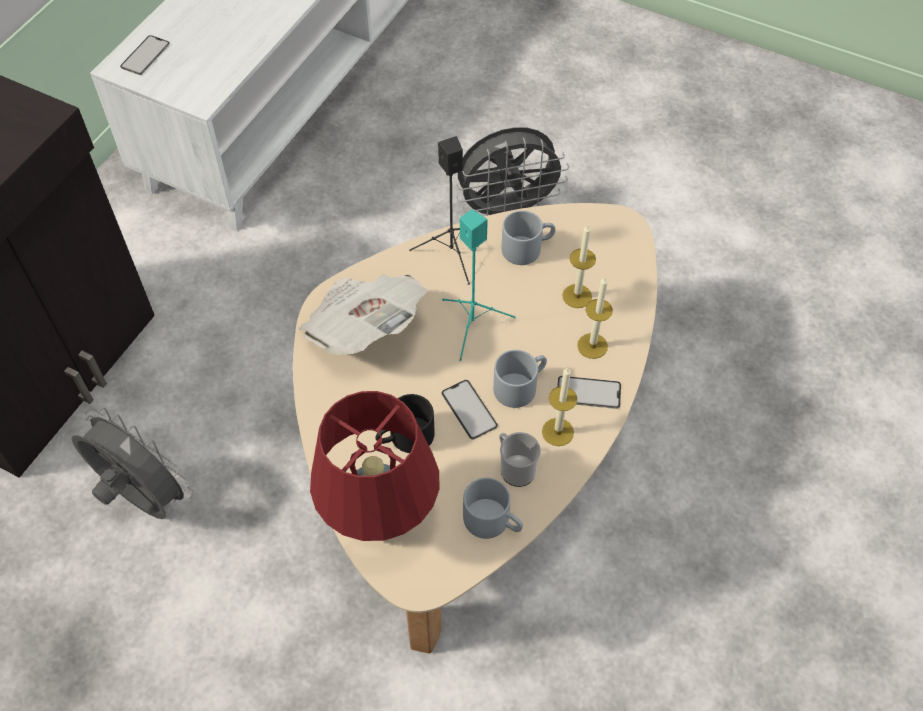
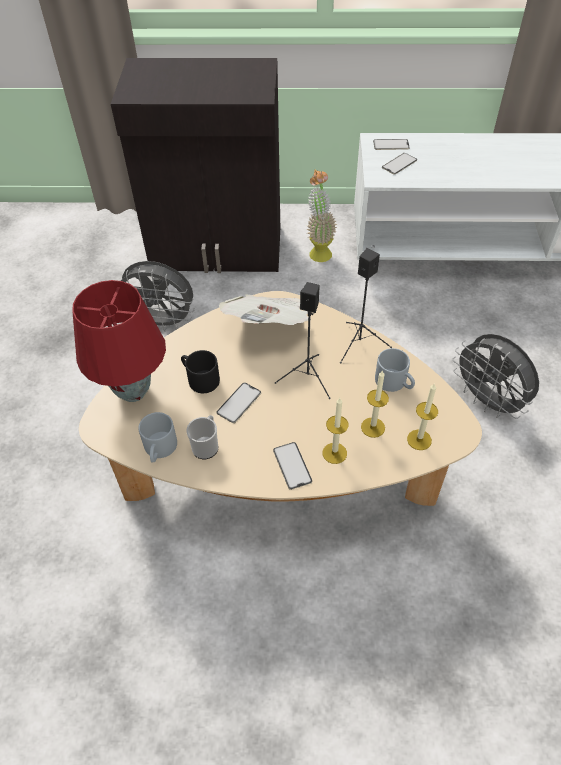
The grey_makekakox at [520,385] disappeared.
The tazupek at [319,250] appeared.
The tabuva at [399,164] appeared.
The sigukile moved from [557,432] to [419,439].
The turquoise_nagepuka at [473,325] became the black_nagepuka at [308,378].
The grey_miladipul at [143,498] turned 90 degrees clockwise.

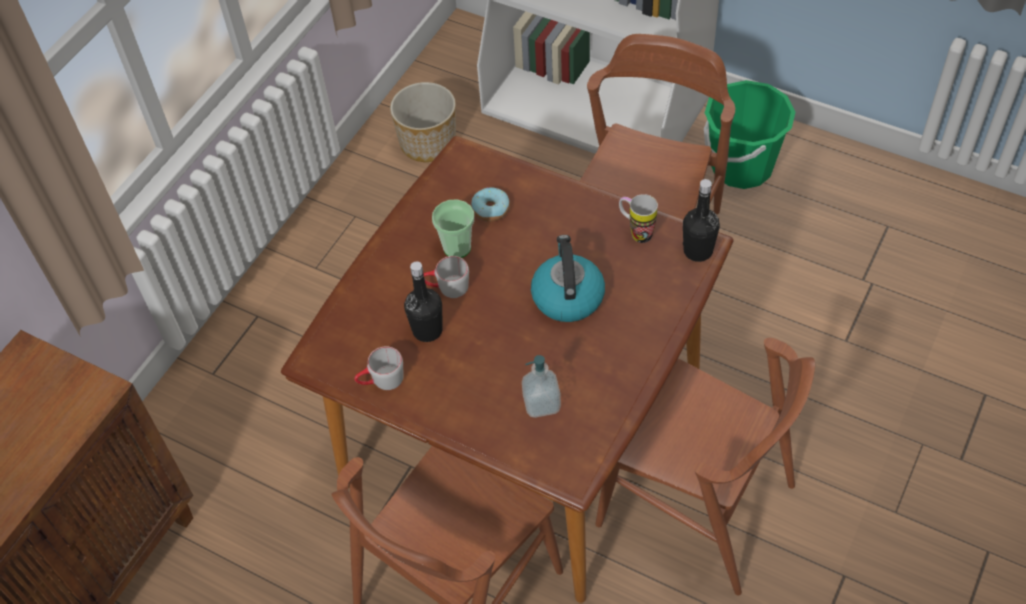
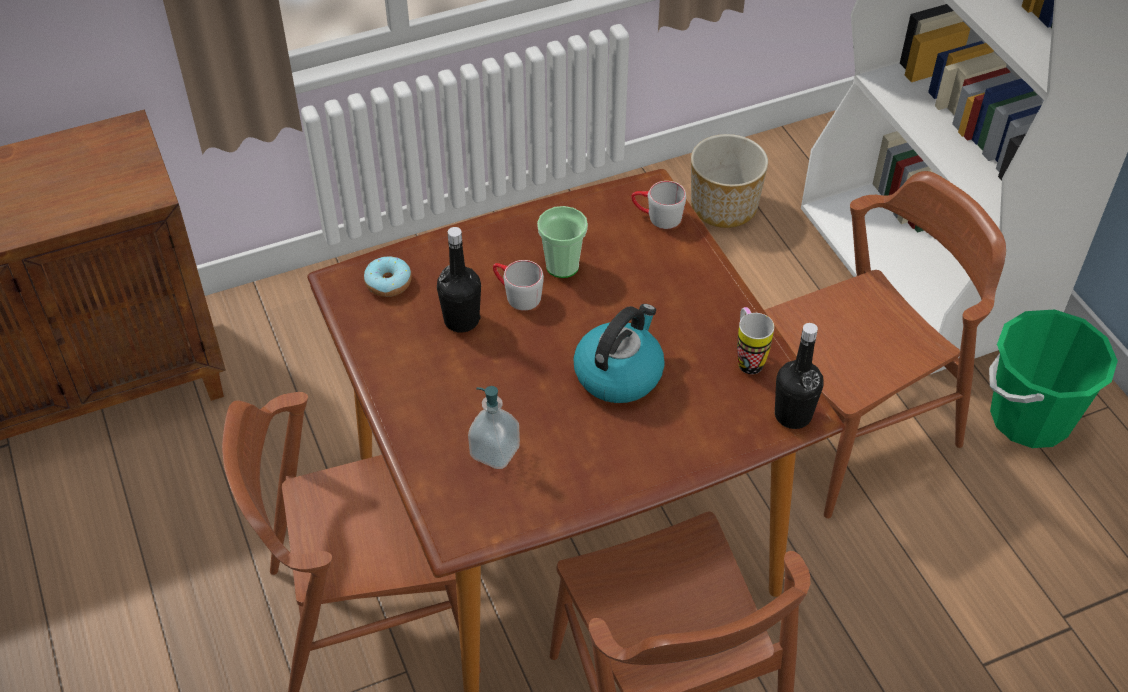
The grey_makekakox moved from [381,381] to [657,217].
The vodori moved from [491,209] to [388,283].

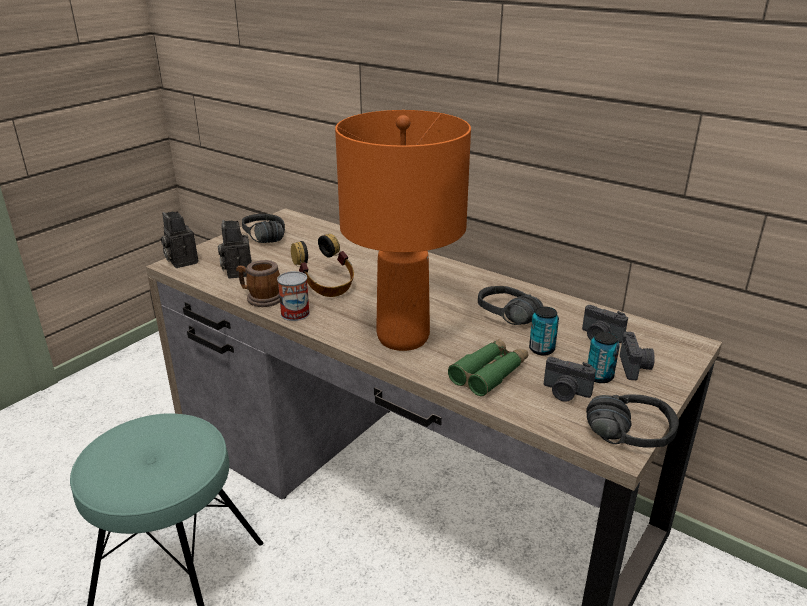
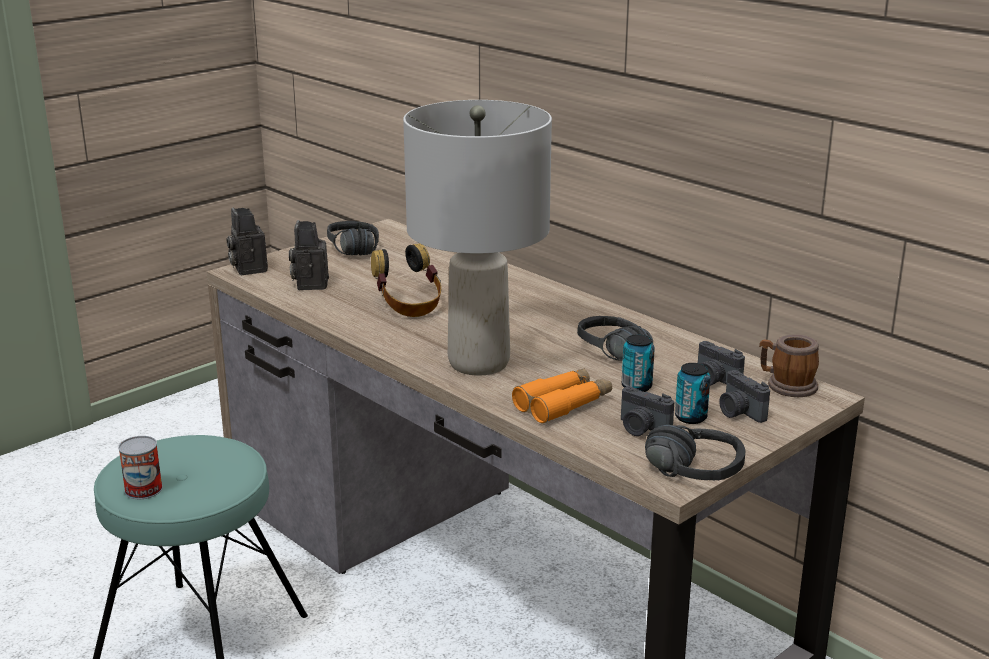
The makekakox moved from [261,298] to [786,386].
The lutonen moved from [295,313] to [143,489].
The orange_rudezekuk at [404,337] became the grey_rudezekuk at [480,363].
The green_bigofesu at [489,373] became the orange_bigofesu at [563,404].
The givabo at [635,367] turned 135 degrees clockwise.

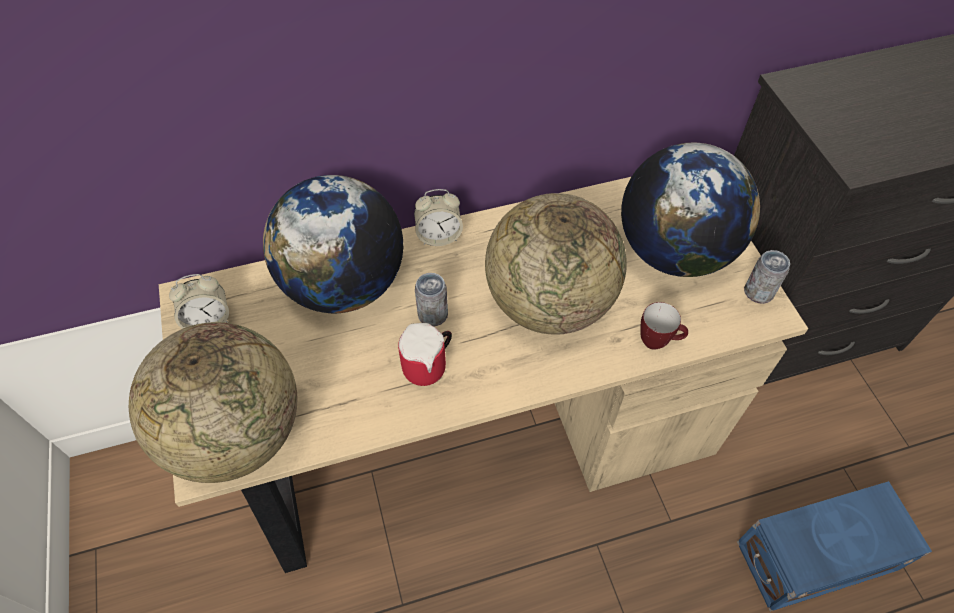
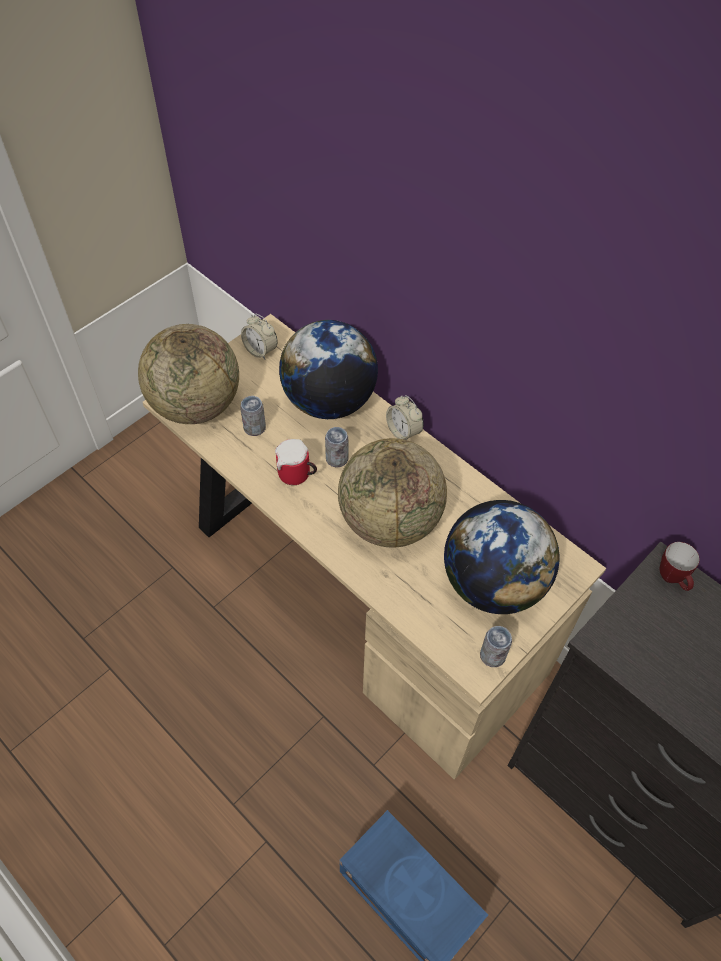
The lutonen at [254,428] appeared.
The makekakox moved from [658,342] to [672,579].

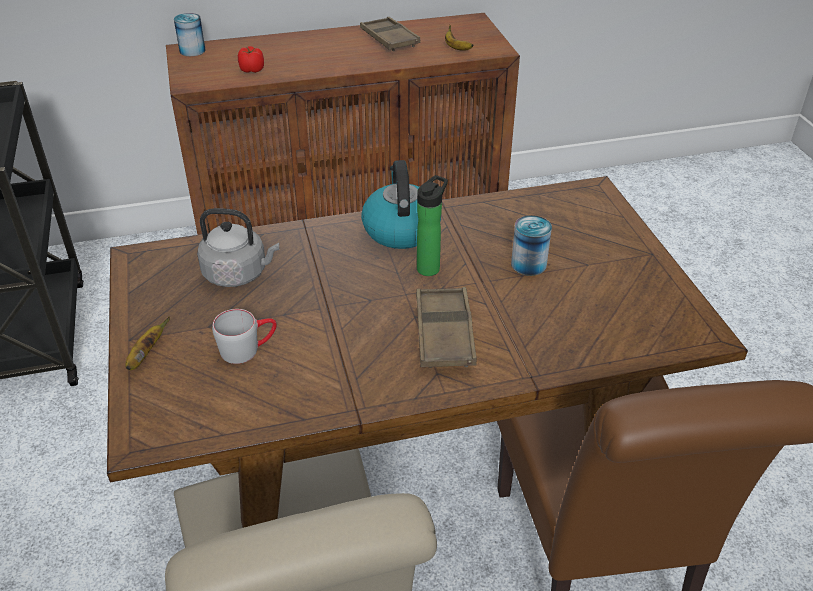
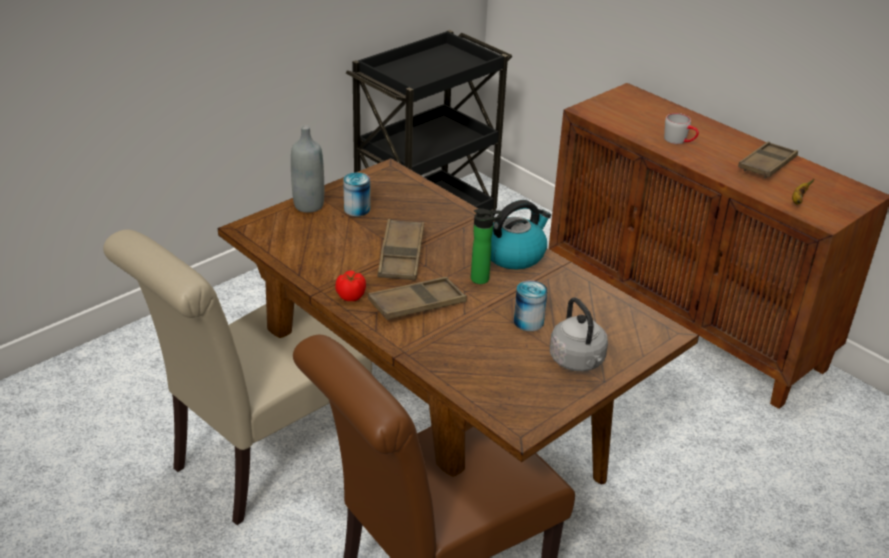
The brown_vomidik at [401,255] appeared.
The lutonen moved from [192,50] to [357,209].
The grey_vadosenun moved from [238,274] to [578,362].
The grey_makekakox moved from [248,348] to [680,141].
The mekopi moved from [252,69] to [351,296].
The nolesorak at [145,355] was replaced by the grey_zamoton at [308,205].

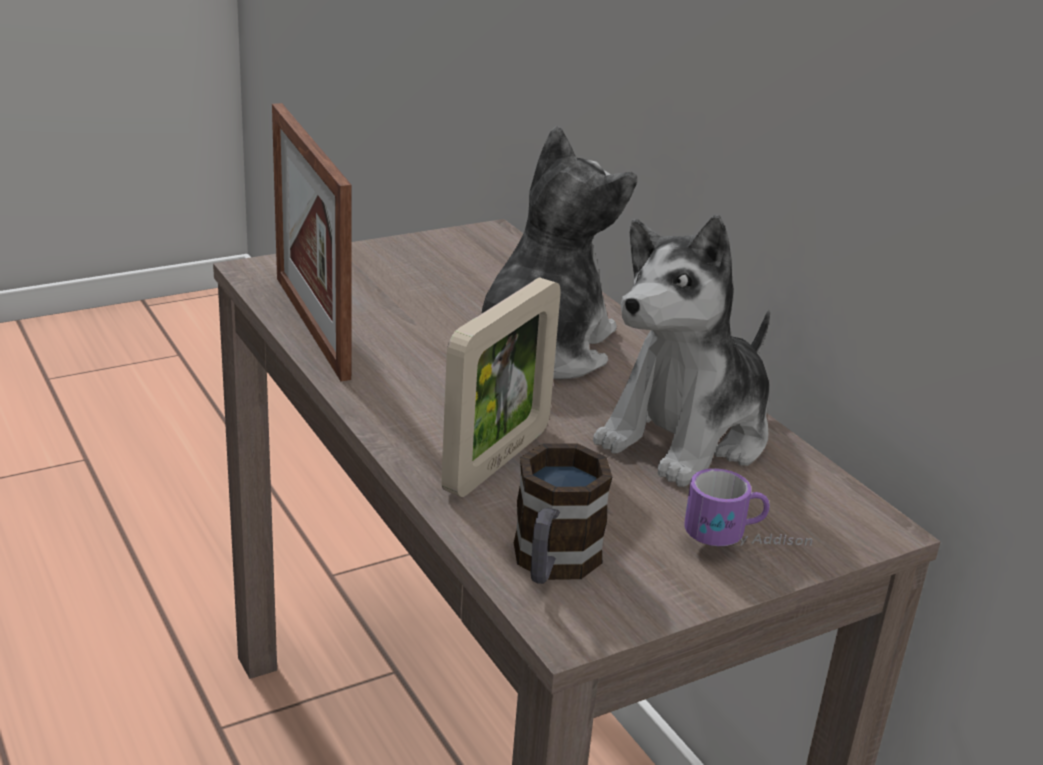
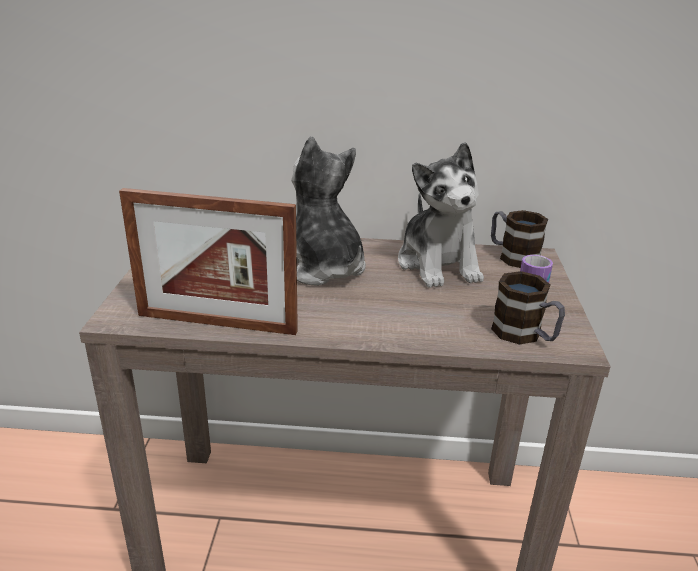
The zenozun at [497,460] disappeared.
The makekakox at [512,256] appeared.

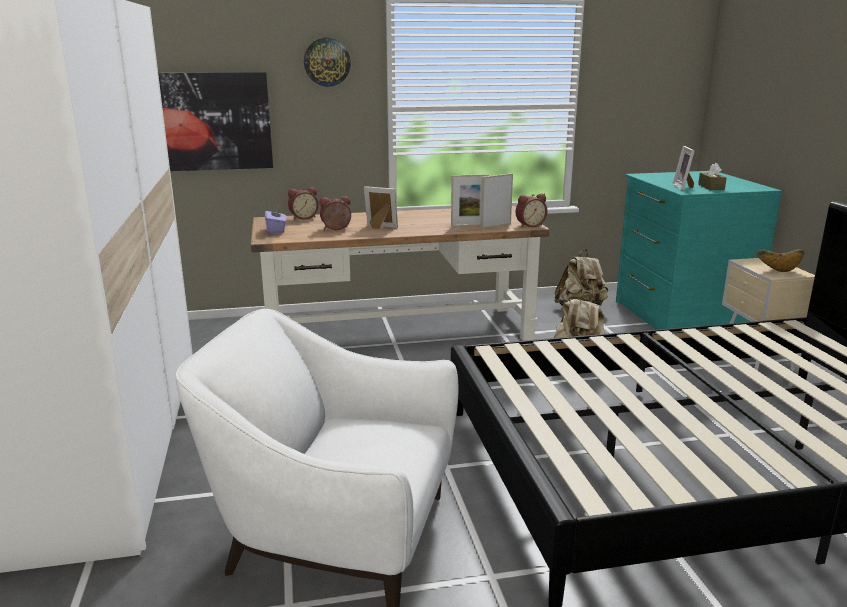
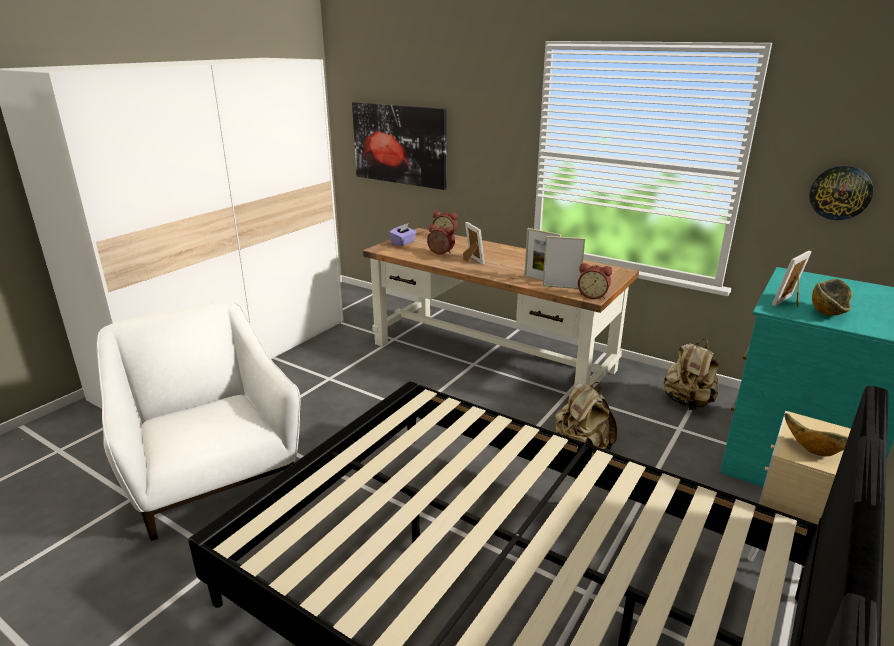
The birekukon moved from [327,62] to [840,192].
The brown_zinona at [711,187] was replaced by the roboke at [828,313].

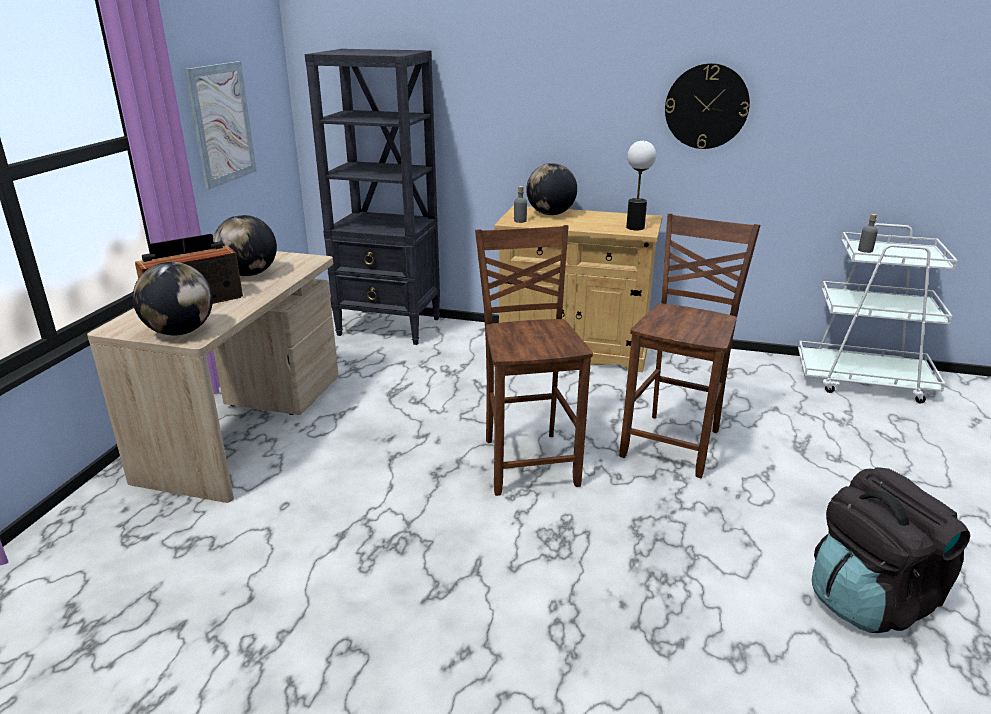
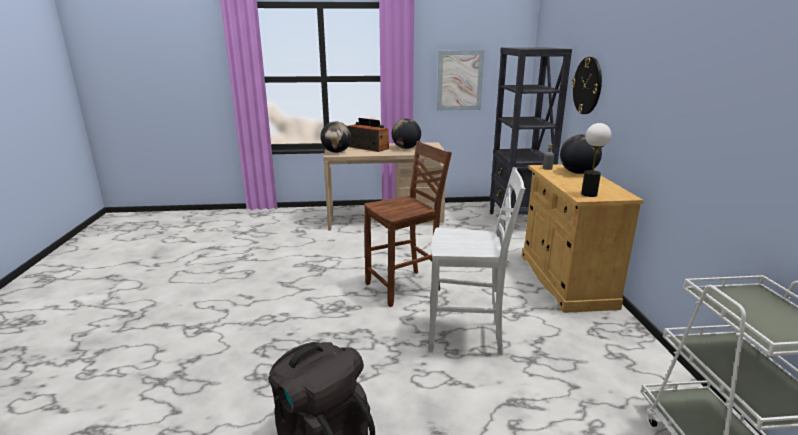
The grey_zamoton at [865,250] disappeared.
The birekukon moved from [706,106] to [587,86].
The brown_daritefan at [674,443] became the white_daritefan at [467,336].

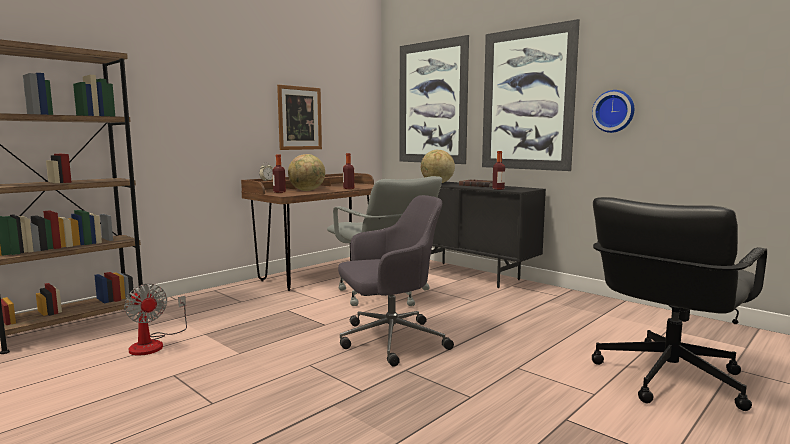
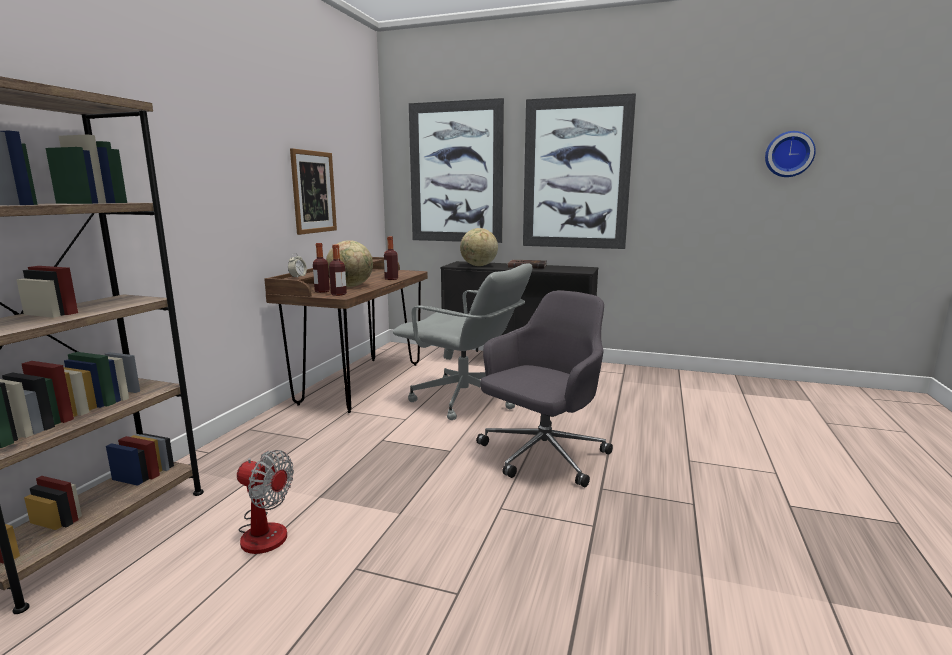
The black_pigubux at [667,378] disappeared.
The zamoton moved from [498,189] to [338,294].
The birekukon moved from [614,111] to [788,154].

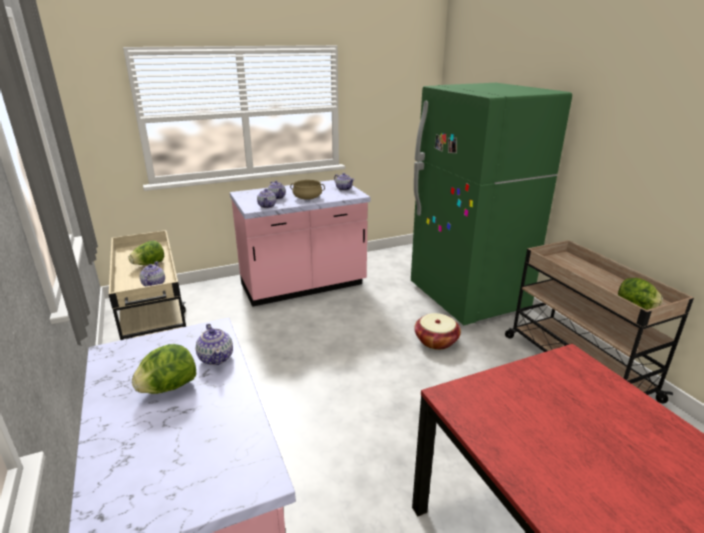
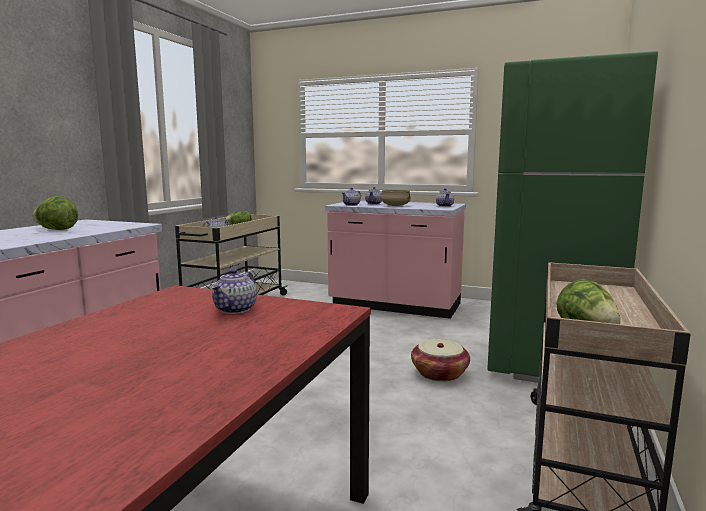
The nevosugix moved from [216,357] to [236,309].

